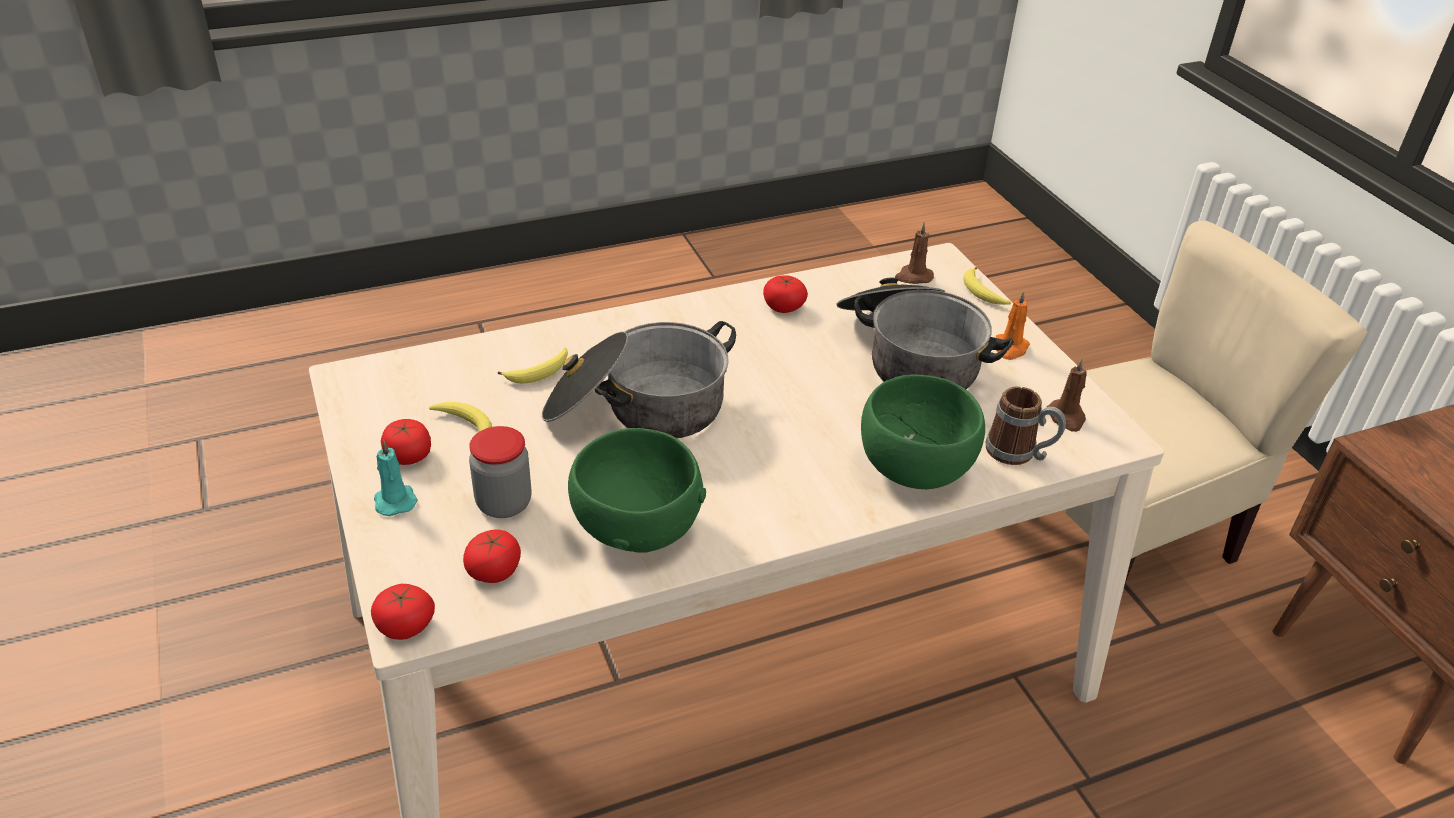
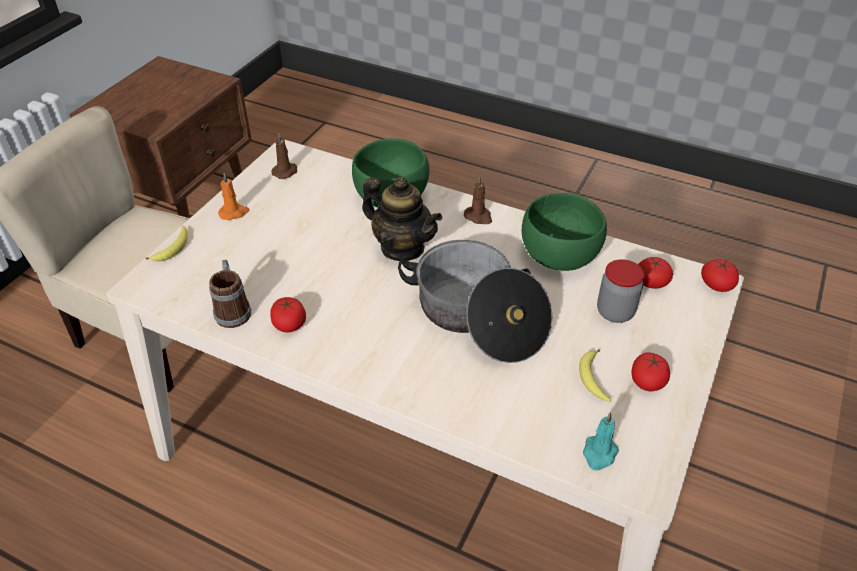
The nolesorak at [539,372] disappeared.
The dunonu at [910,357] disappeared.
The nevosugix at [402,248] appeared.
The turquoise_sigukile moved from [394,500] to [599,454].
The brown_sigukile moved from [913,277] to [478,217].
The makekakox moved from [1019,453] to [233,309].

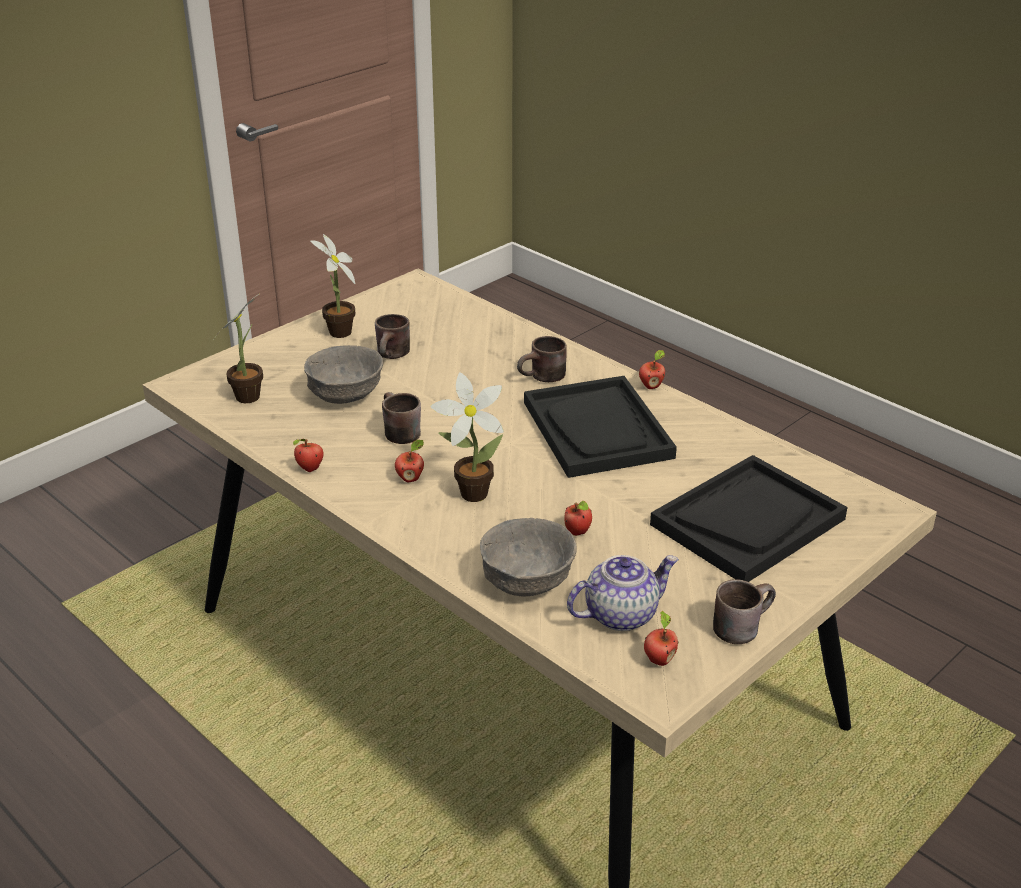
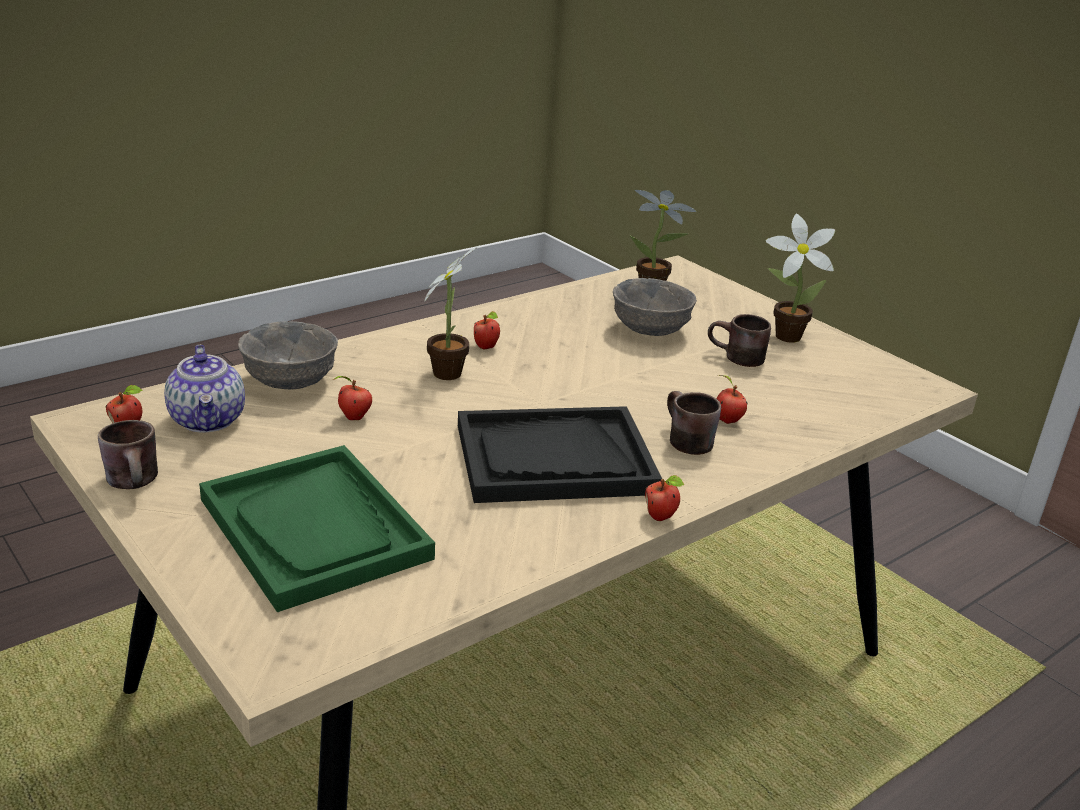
The brown_makekakox at [396,432] disappeared.
The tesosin moved from [309,469] to [726,420].
The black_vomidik at [747,521] became the green_vomidik at [315,529].

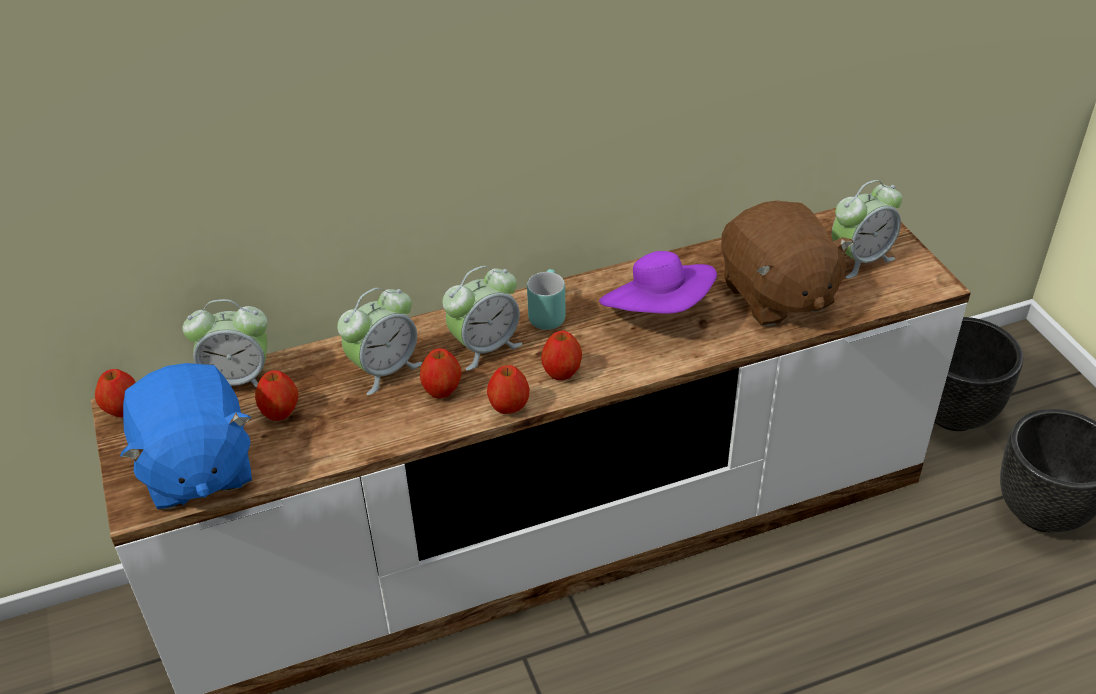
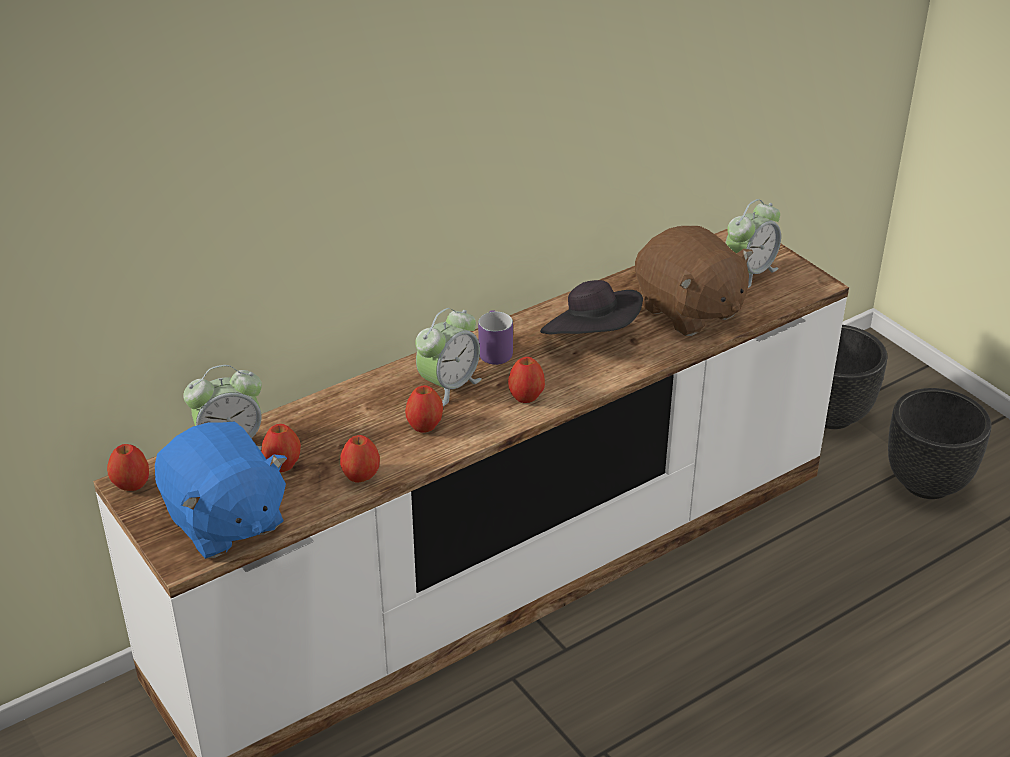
The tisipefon at [384,369] disappeared.
The tesosin moved from [508,407] to [360,476].
The turquoise_makekakox at [545,313] became the purple_makekakox at [492,351].
The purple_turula at [658,312] became the black_turula at [592,337].

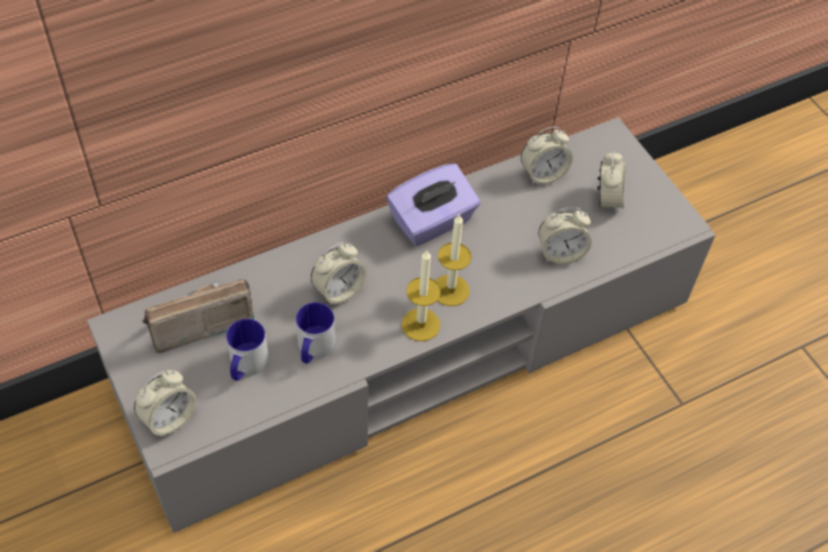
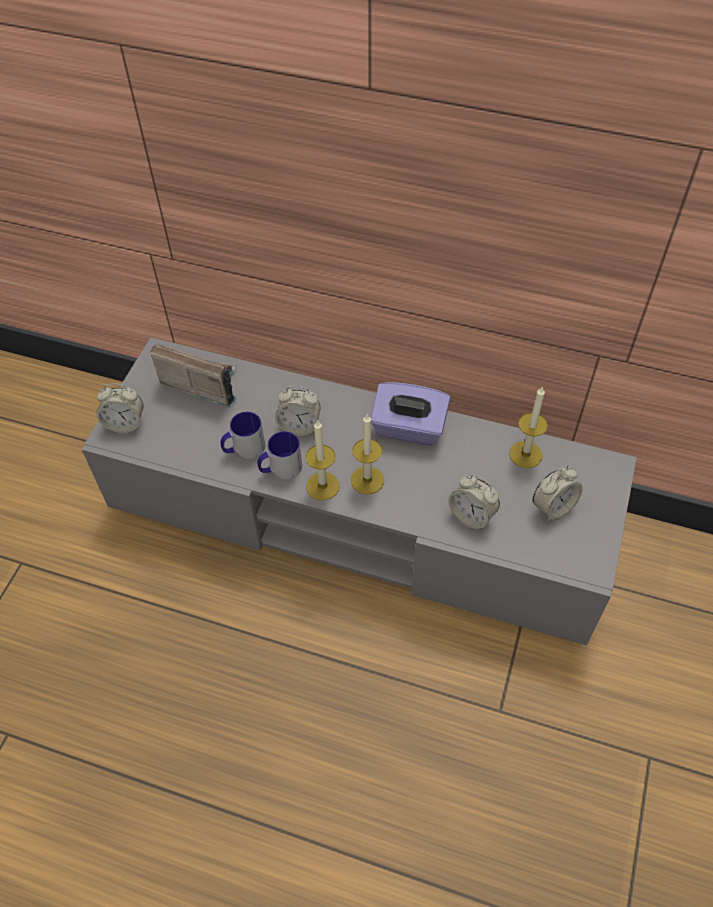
The makekakox moved from [246,365] to [280,468].
The tisipefon at [543,174] was replaced by the sigukile at [525,454].

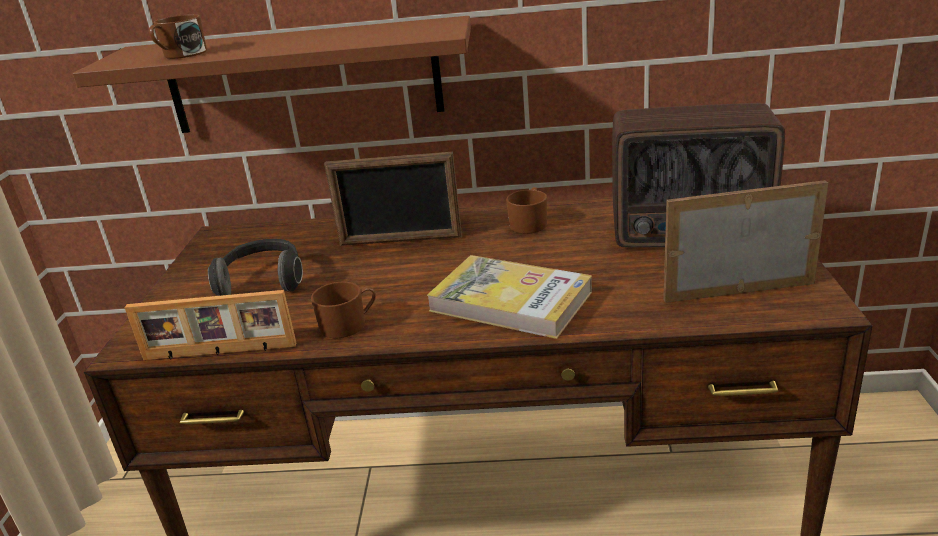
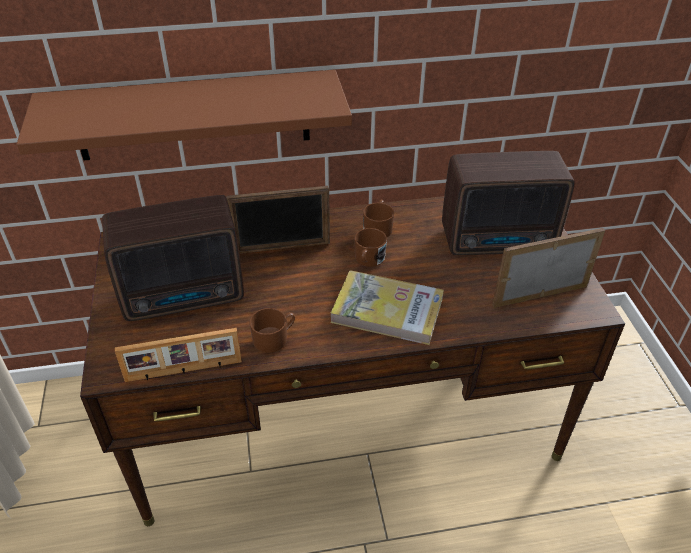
The brown_makekakox moved from [181,55] to [368,259].
The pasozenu at [263,282] was replaced by the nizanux at [186,296].

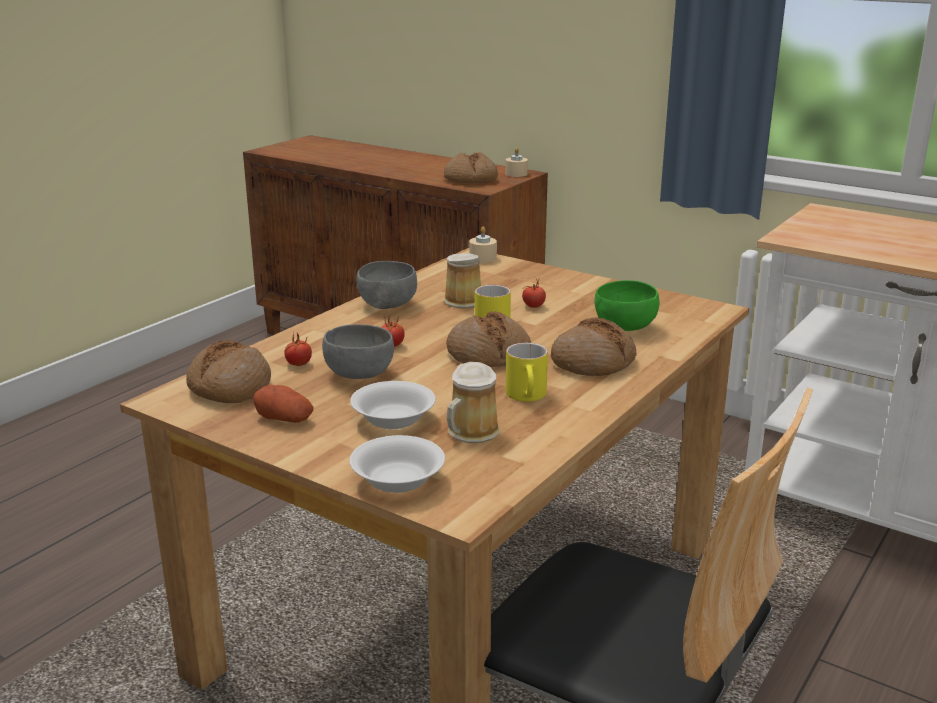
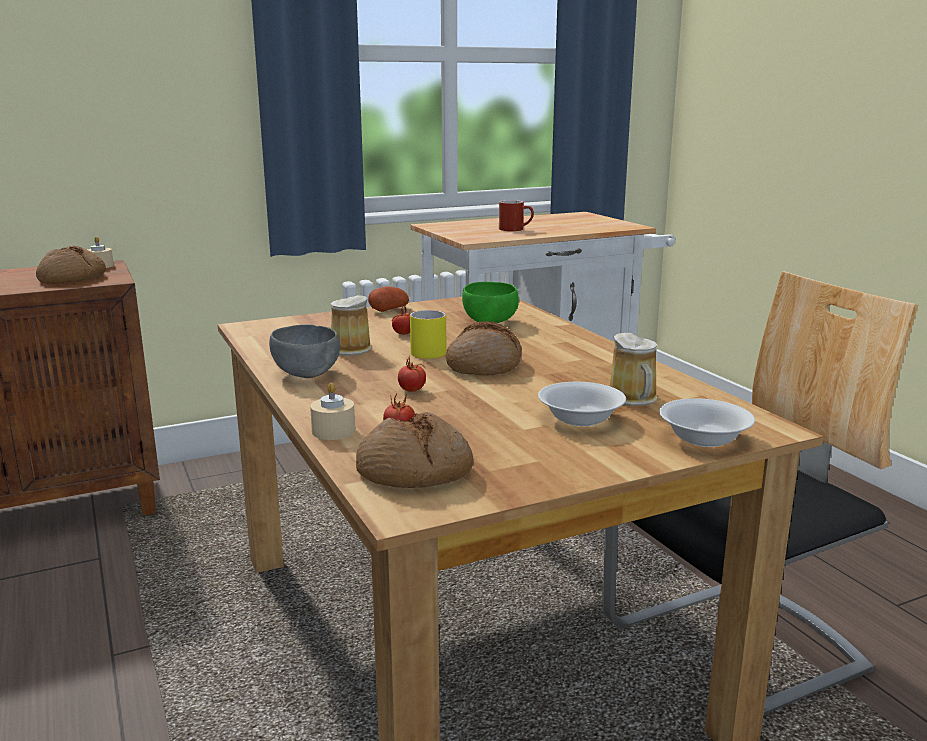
The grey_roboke at [359,375] disappeared.
The yellow_makekakox at [528,396] disappeared.
The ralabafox at [593,362] disappeared.
The red_makekakox at [516,229] appeared.
The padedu moved from [284,419] to [389,310].
The beige_sigukile moved from [482,258] to [333,431].

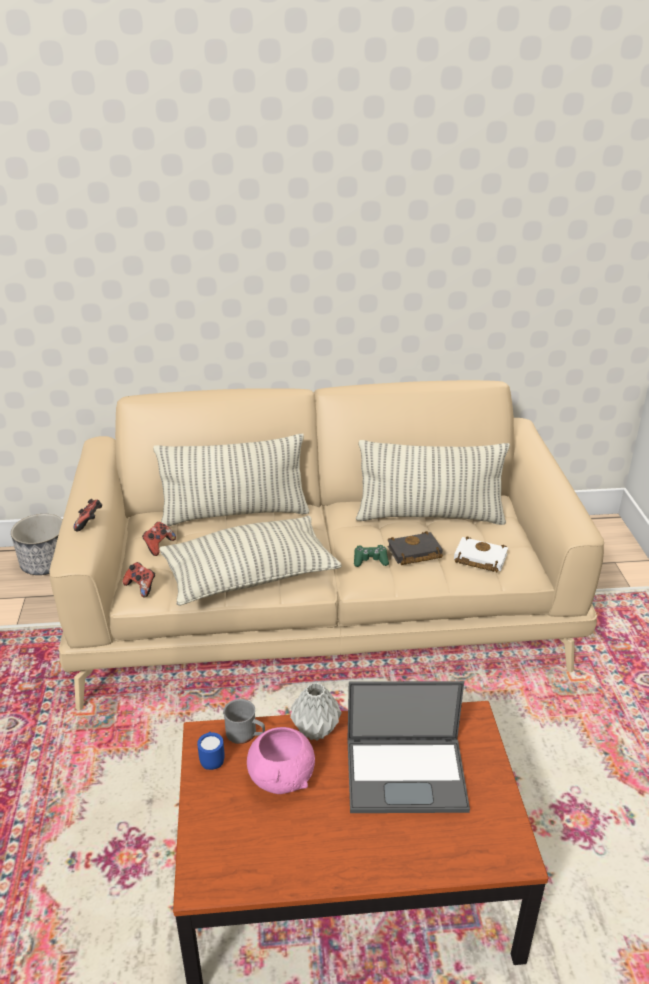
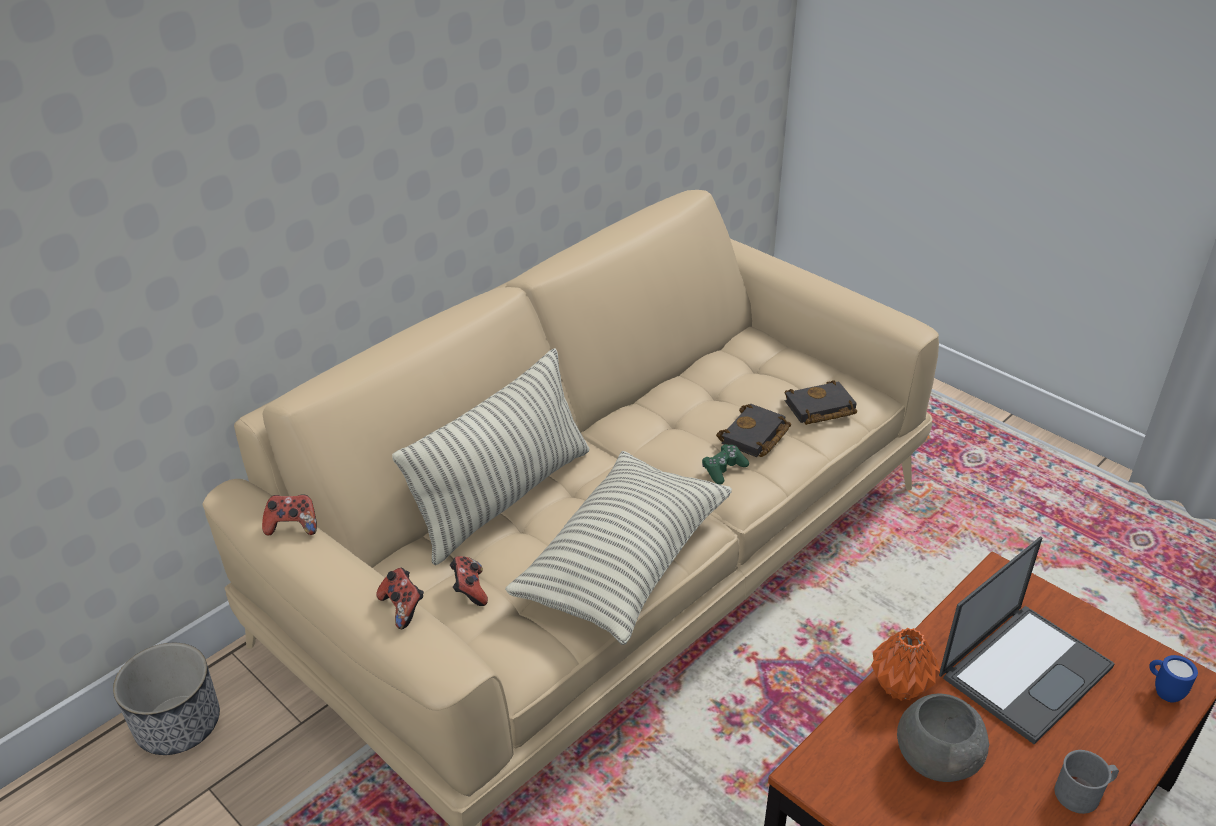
The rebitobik at [429,516] disappeared.
The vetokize moved from [141,587] to [293,526].
The blue_makekakox moved from [212,761] to [1163,691].
The grey_makekakox moved from [245,734] to [1083,793].
The pink_roboke at [281,777] became the grey_roboke at [936,758].
The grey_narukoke at [315,731] became the orange_narukoke at [900,688].
The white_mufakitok at [478,559] became the black_mufakitok at [819,409].

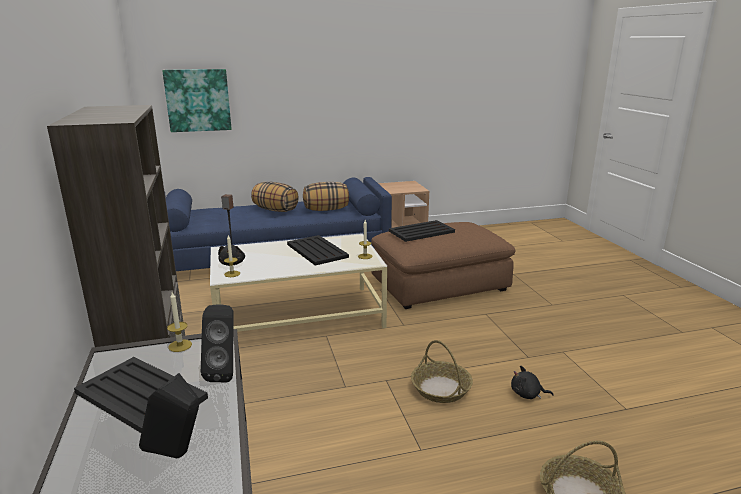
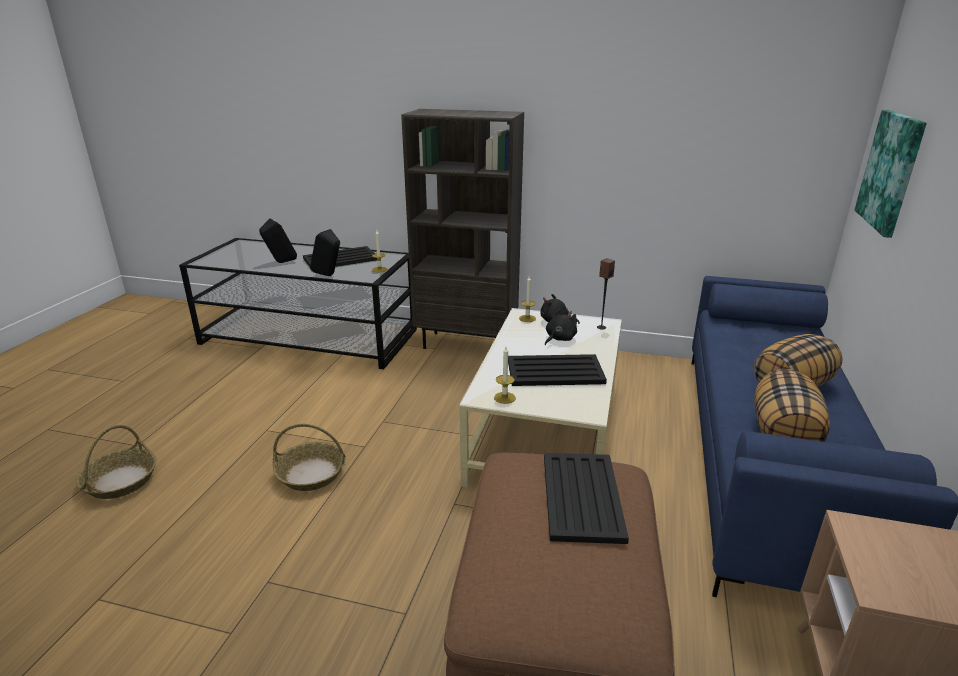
The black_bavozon moved from [527,394] to [559,339].

